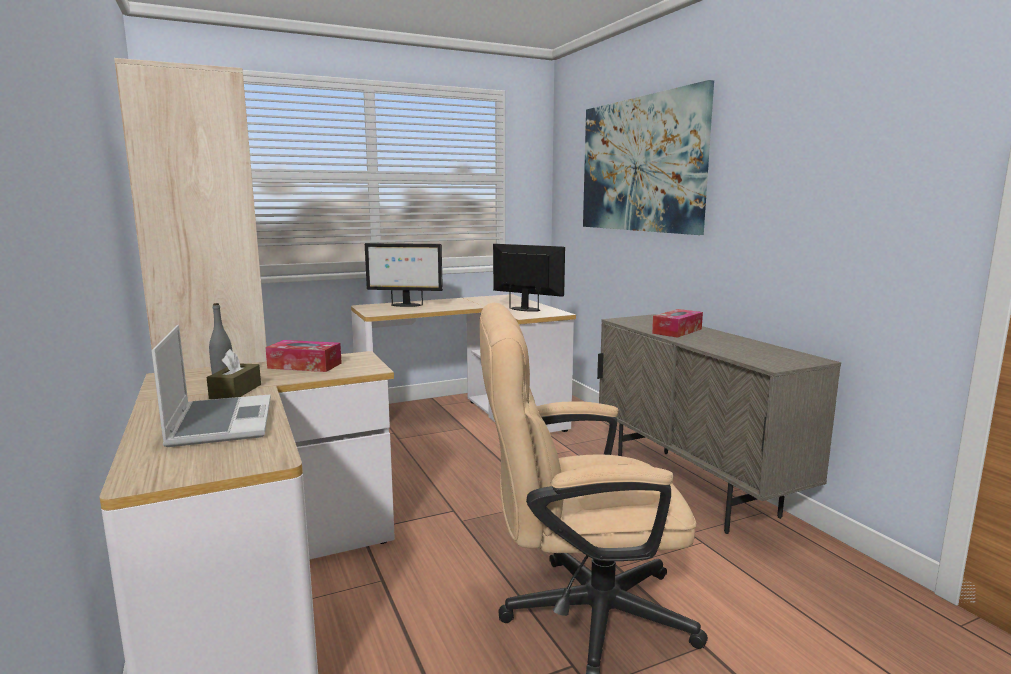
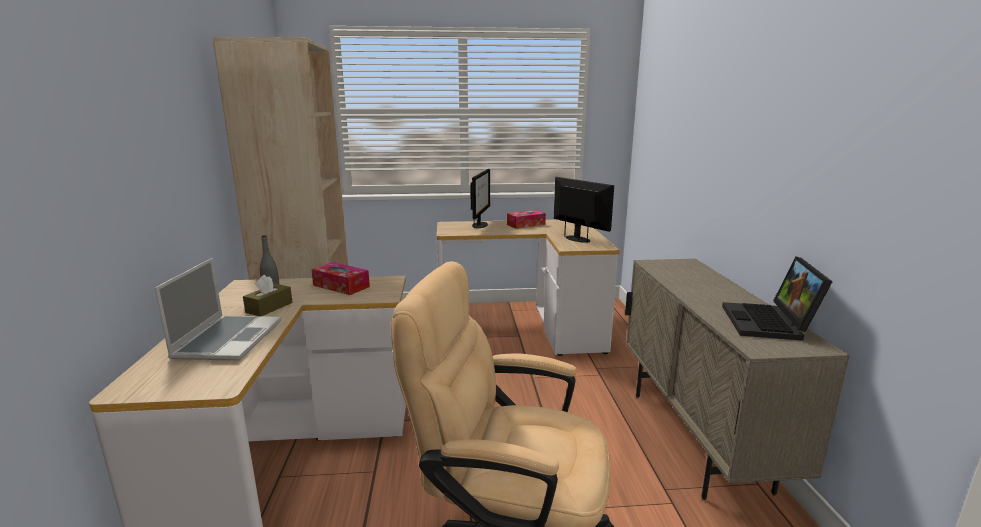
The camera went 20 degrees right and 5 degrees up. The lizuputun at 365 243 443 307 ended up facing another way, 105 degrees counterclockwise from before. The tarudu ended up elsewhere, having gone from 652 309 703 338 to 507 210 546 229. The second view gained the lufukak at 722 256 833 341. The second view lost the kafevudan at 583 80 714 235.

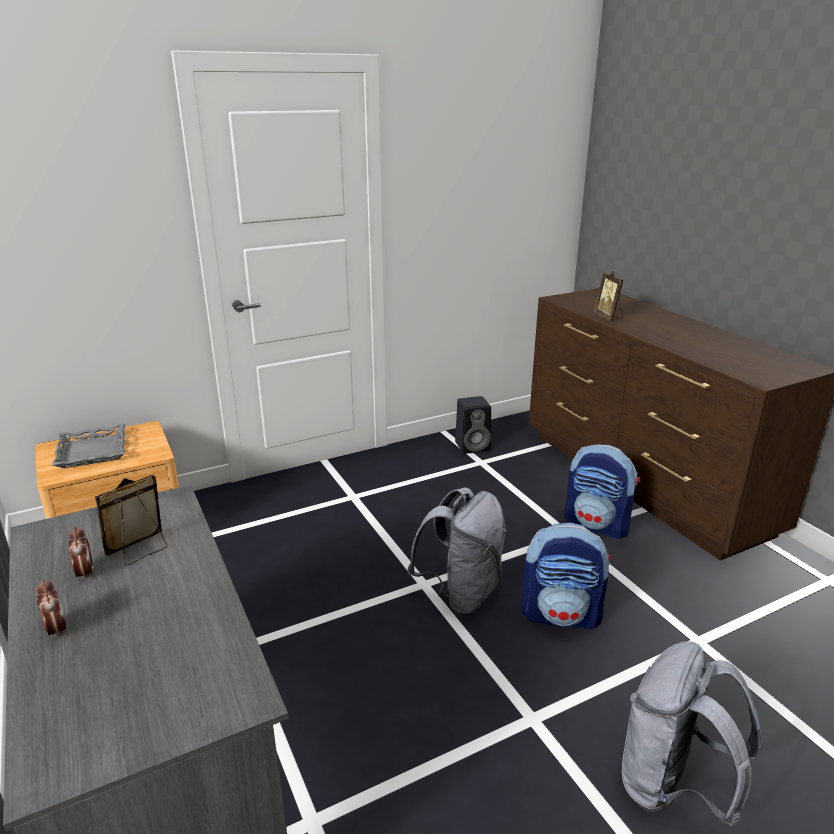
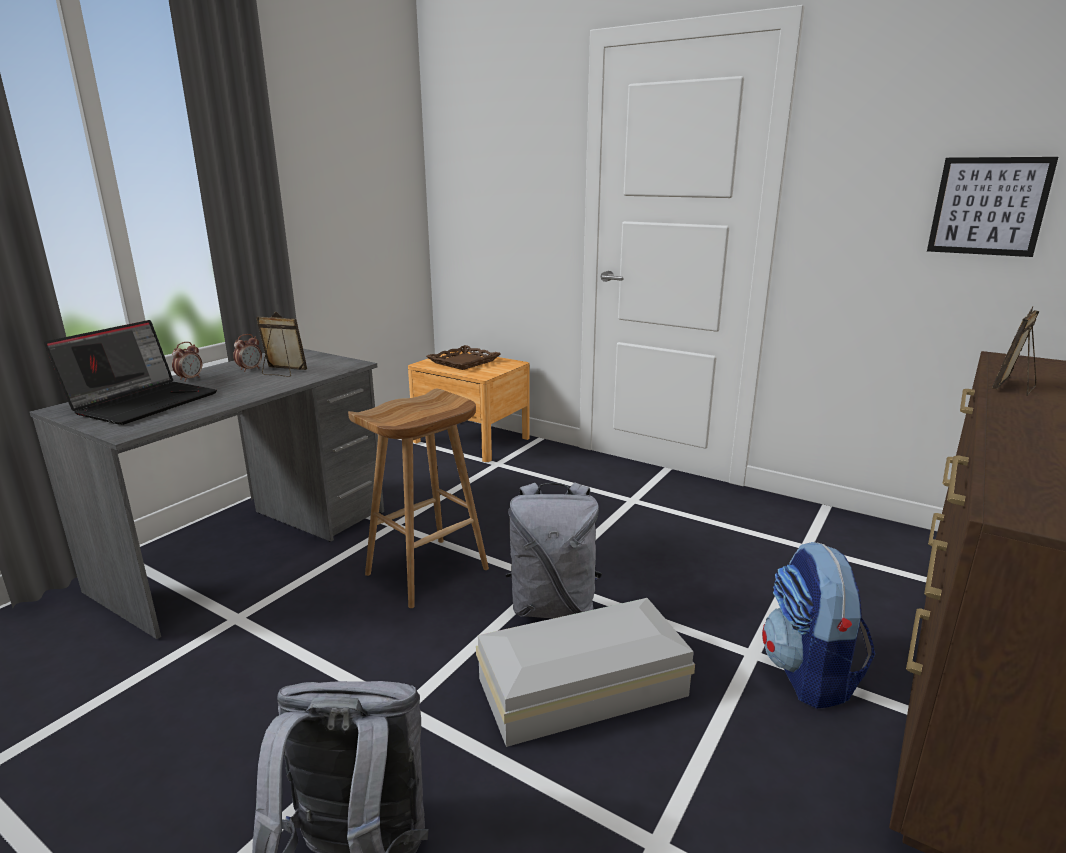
The camera went 60 degrees right and 5 degrees down. The second view gained the lufukak at 44 320 217 425. The second view gained the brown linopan at 348 389 489 608. What was the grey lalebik at 52 424 125 468 turned into the brown lalebik at 426 345 501 370. Where the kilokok stood at 521 522 612 630, the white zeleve came to stand at 476 598 695 747. The second view gained the kafevudan at 927 157 1058 257. The second view lost the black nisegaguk at 455 396 491 454.

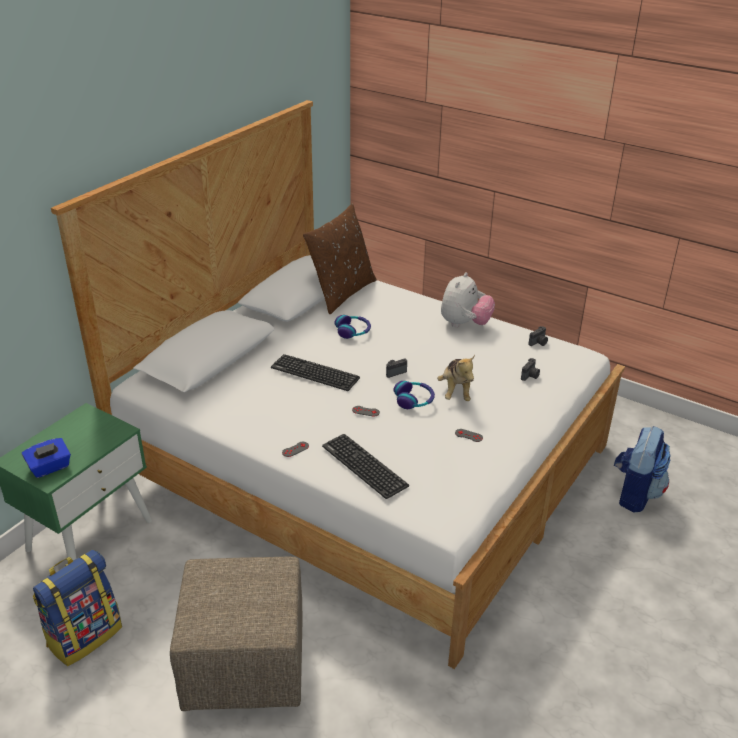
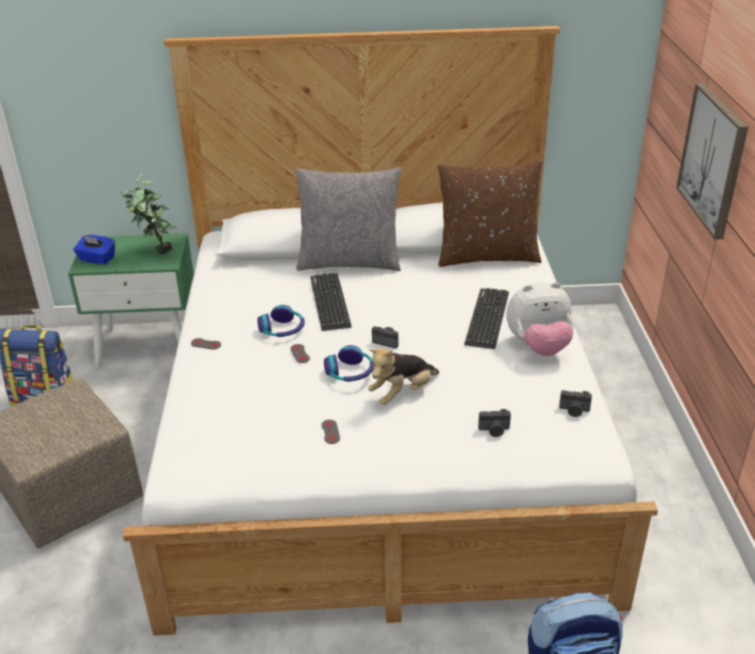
The camera went 55 degrees right and 0 degrees up. The second view gained the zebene at 121 173 177 255. The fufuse ended up elsewhere, having gone from 334 315 371 339 to 257 305 305 337. The second view gained the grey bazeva at 295 167 401 271. The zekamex ended up elsewhere, having gone from 322 434 409 499 to 464 288 509 349. The second view gained the kafevudan at 676 83 748 240.

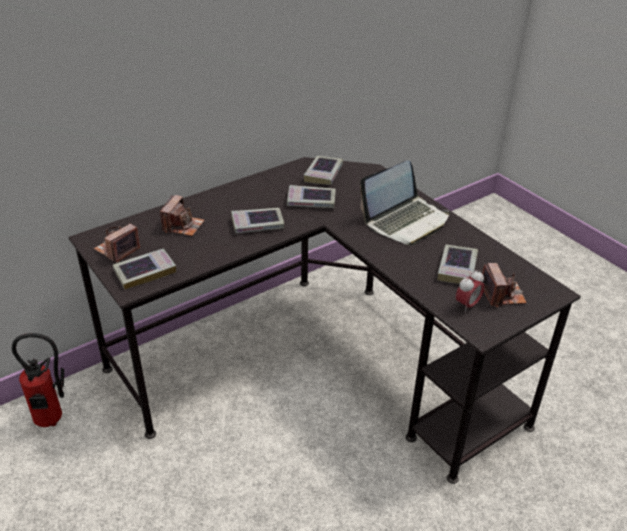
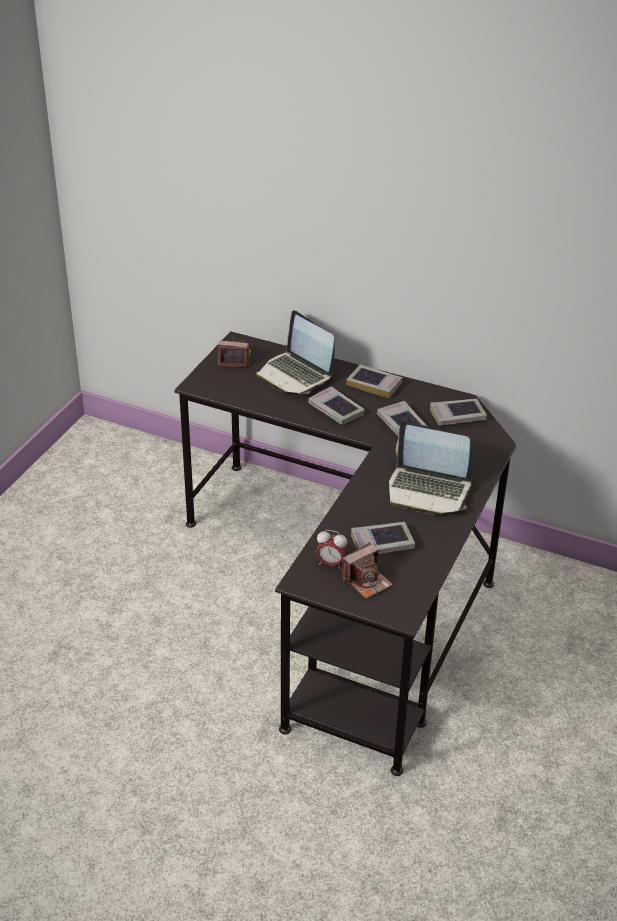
The camera went 60 degrees right and 0 degrees up. Where the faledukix stood at 160 195 205 236, the lufukak came to stand at 256 310 335 394. The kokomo ended up elsewhere, having gone from 113 249 176 290 to 346 364 403 398. The second view lost the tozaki at 12 333 64 427.

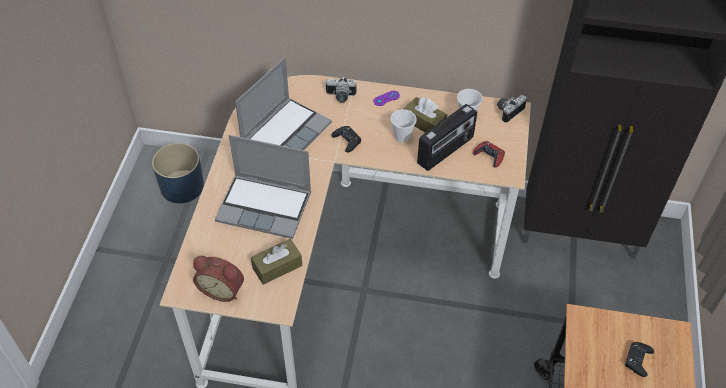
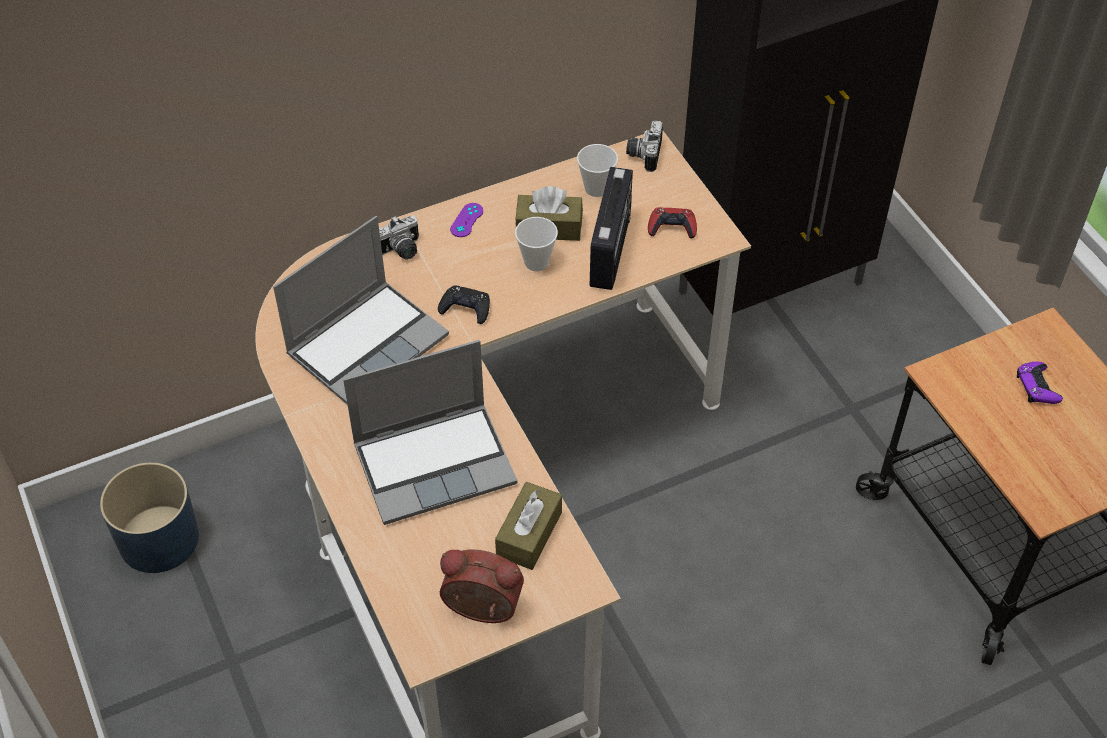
The camera went 35 degrees left and 0 degrees up. The lufukak at 235 57 332 150 ended up facing another way, 45 degrees clockwise from before. The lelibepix at 193 256 244 302 ended up facing another way, 150 degrees counterclockwise from before. What was the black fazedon at 625 342 654 377 turned into the purple fazedon at 1017 362 1063 404.

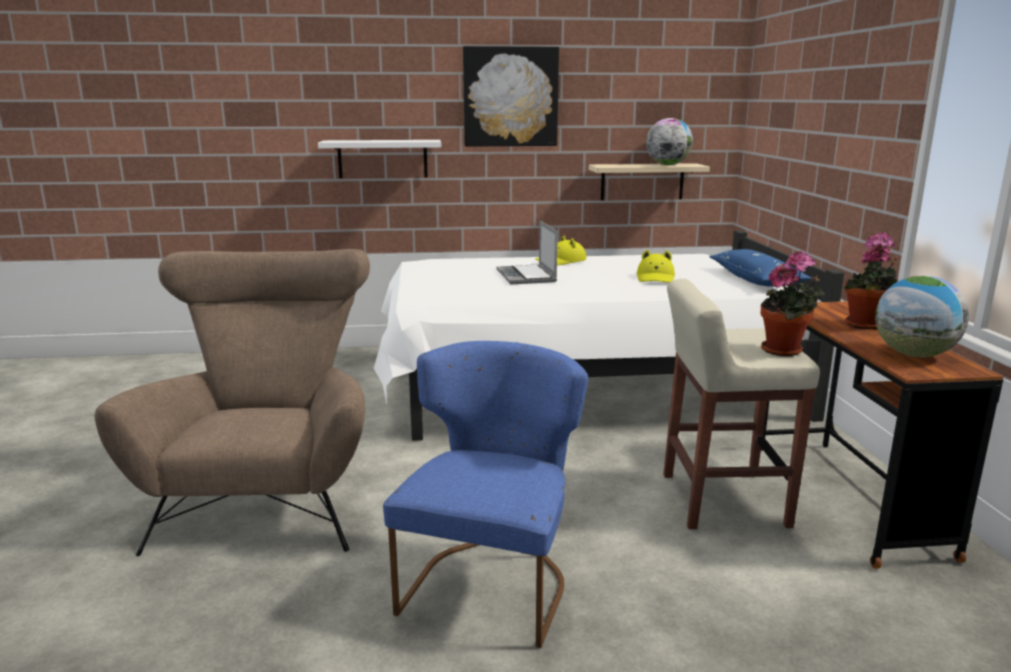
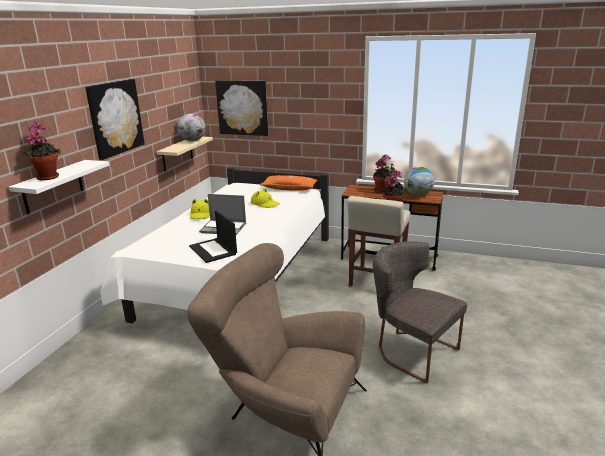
The camera went 65 degrees left and 5 degrees up. The second view gained the zebene at 23 122 61 180. The second view gained the lufukak at 189 210 237 263. The second view gained the kafevudan at 215 80 268 136. What was the blue bazeva at 709 249 812 287 turned into the orange bazeva at 260 175 318 191. What was the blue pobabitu at 383 341 588 648 turned into the grey pobabitu at 373 241 467 383.

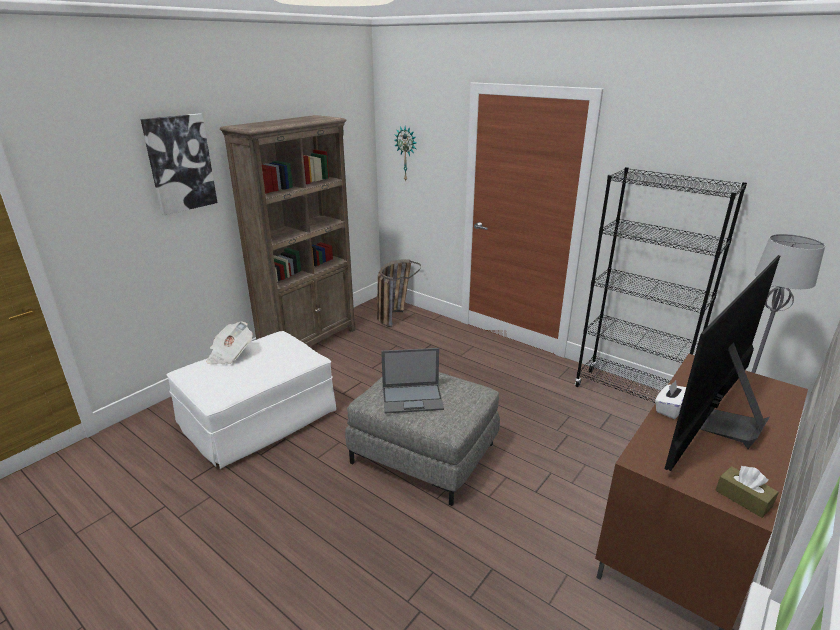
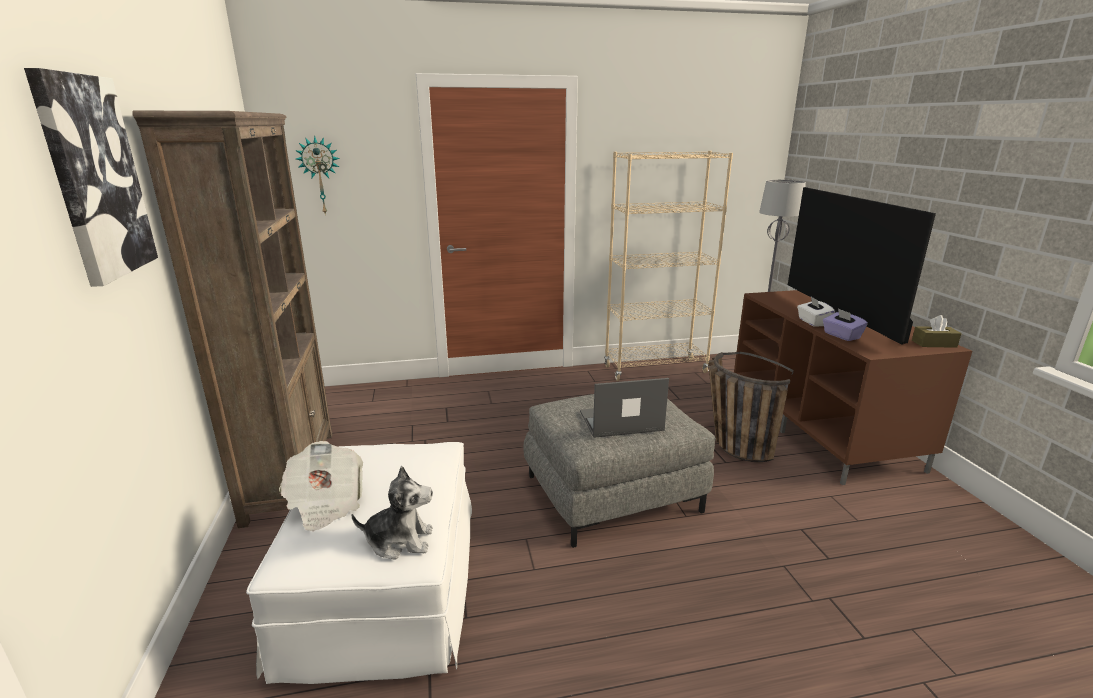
The camera went 50 degrees left and 5 degrees down. The second view gained the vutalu at 351 466 433 559. The lufukak at 381 348 444 413 ended up facing another way, 135 degrees counterclockwise from before. What was the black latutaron at 574 167 747 403 turned into the beige latutaron at 604 151 733 381. The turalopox ended up elsewhere, having gone from 377 259 421 327 to 708 352 794 462. The second view gained the purple tarudu at 823 308 868 341.

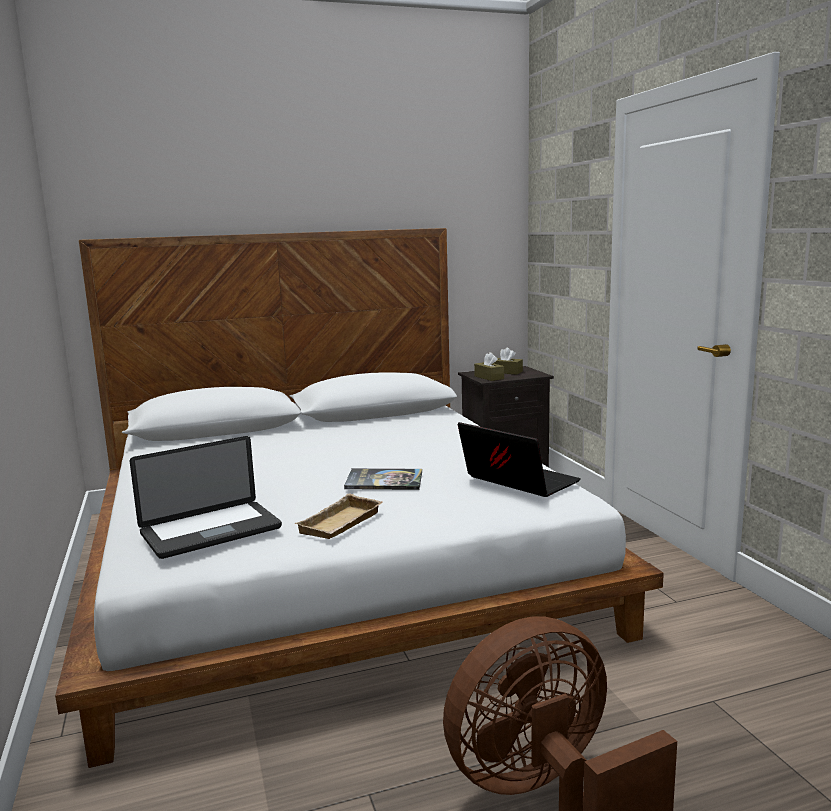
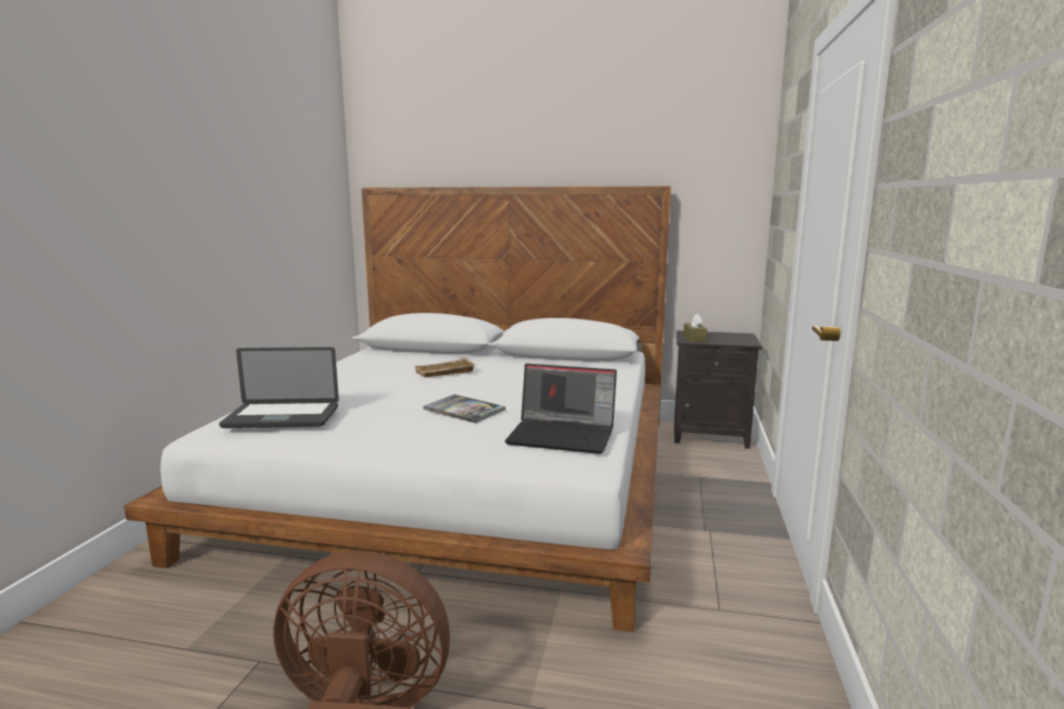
The camera went 30 degrees right and 0 degrees up. The beige lalebik ended up elsewhere, having gone from 295 493 383 539 to 414 358 475 377. The lufukak at 458 422 581 497 ended up facing another way, 120 degrees clockwise from before. The second view lost the brown tarudu at 494 348 523 375.

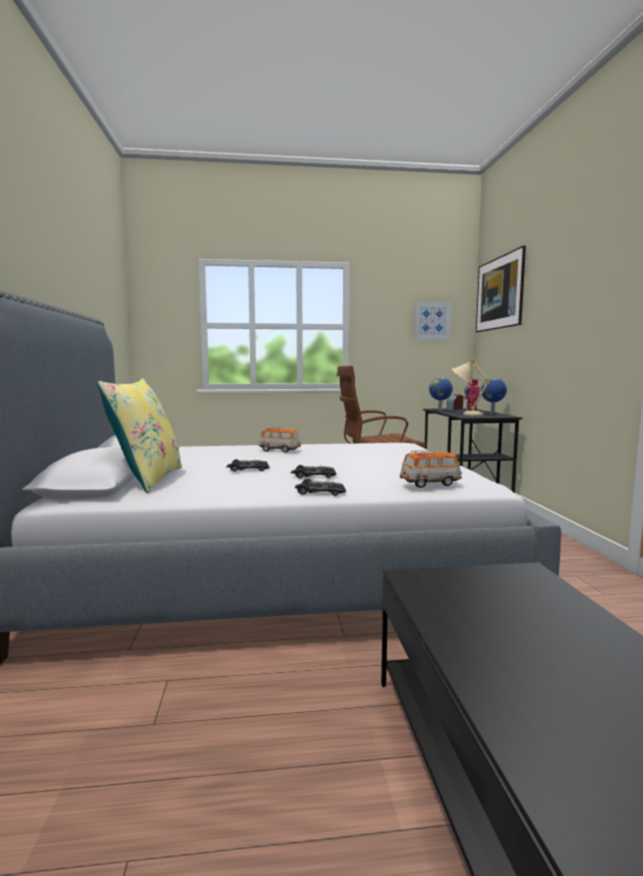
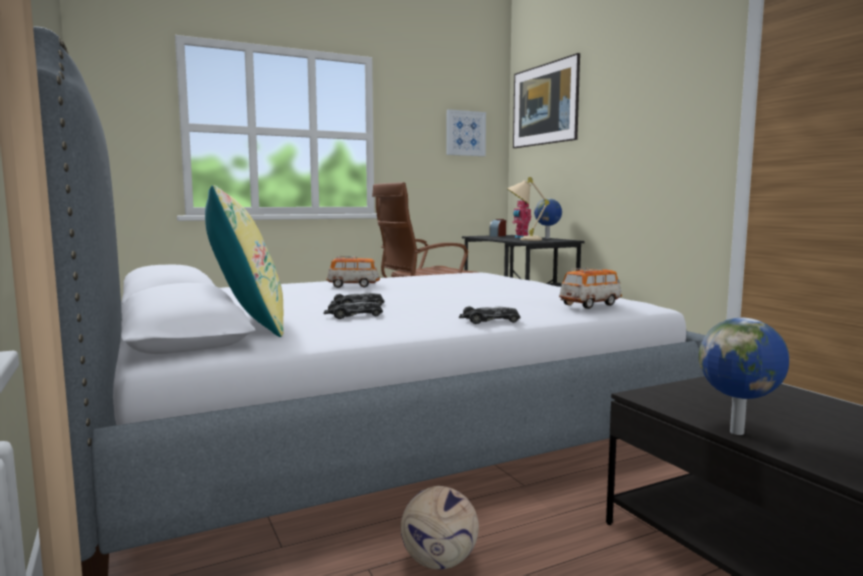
The camera went 20 degrees left and 0 degrees up. The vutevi ended up elsewhere, having gone from 291 465 337 478 to 323 302 383 319. The second view gained the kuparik at 401 486 479 570. The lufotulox ended up elsewhere, having gone from 429 377 453 411 to 699 318 789 435.

